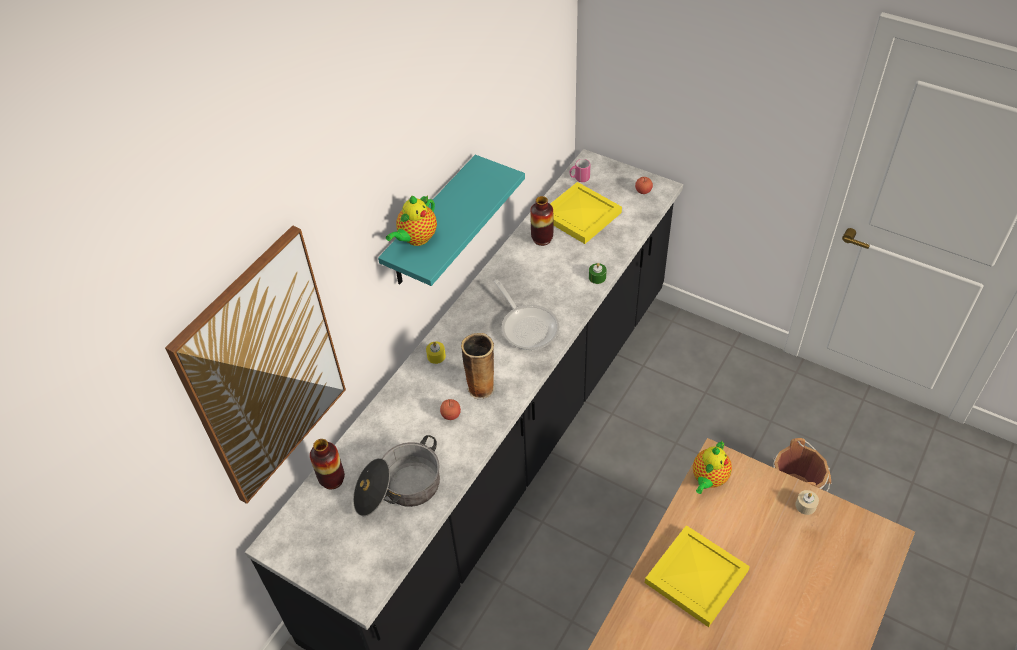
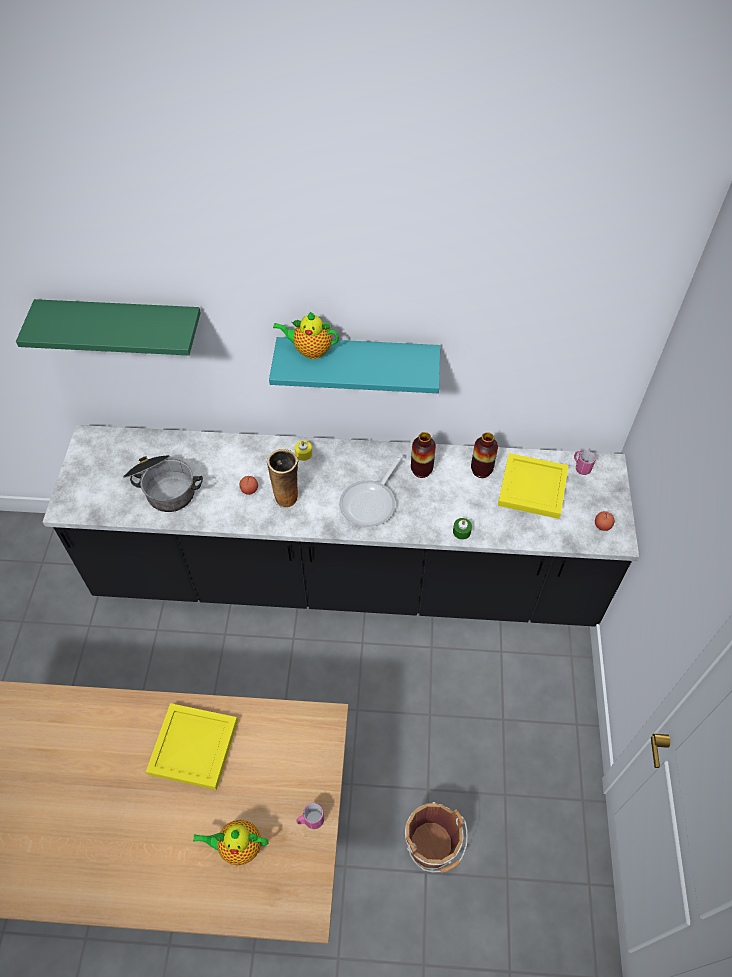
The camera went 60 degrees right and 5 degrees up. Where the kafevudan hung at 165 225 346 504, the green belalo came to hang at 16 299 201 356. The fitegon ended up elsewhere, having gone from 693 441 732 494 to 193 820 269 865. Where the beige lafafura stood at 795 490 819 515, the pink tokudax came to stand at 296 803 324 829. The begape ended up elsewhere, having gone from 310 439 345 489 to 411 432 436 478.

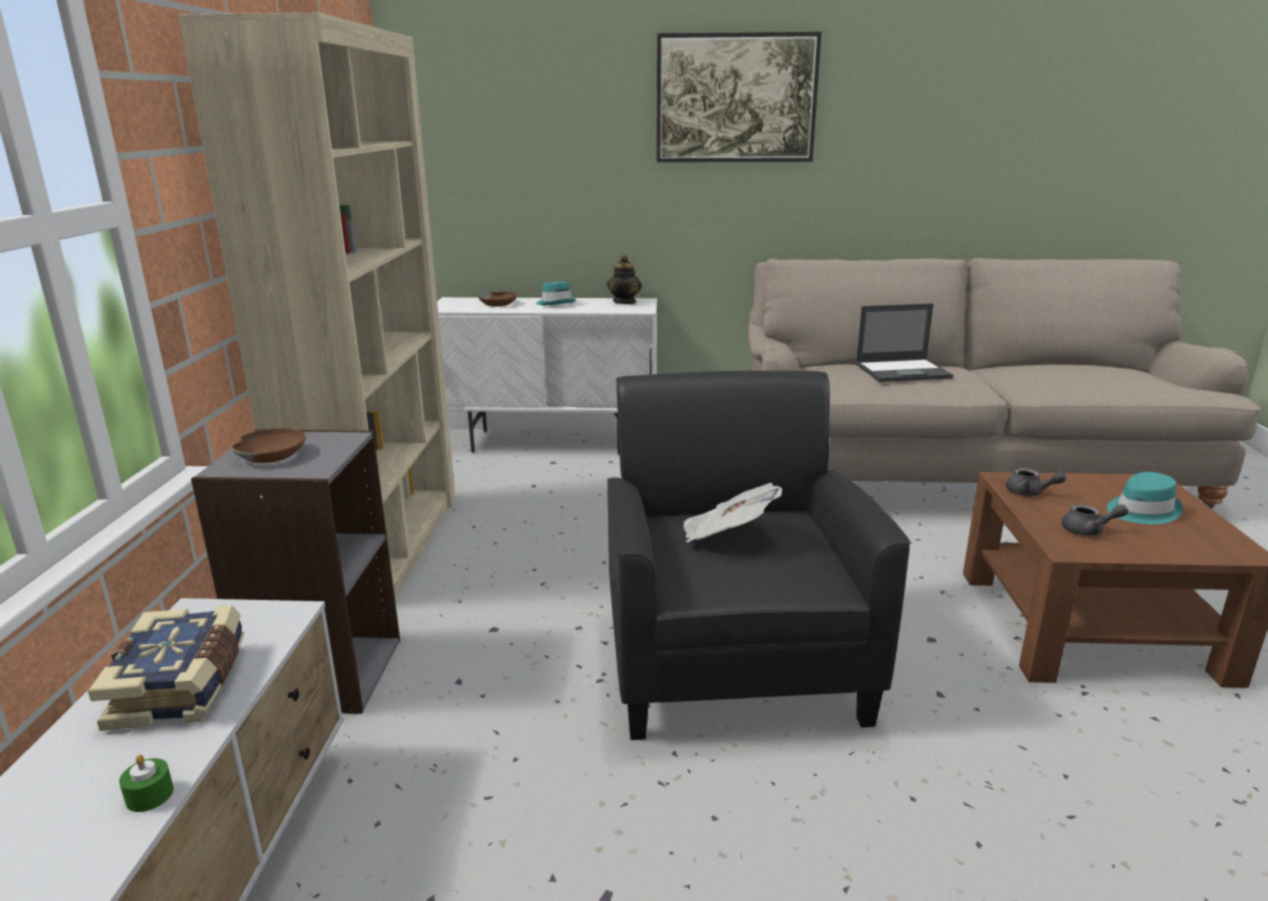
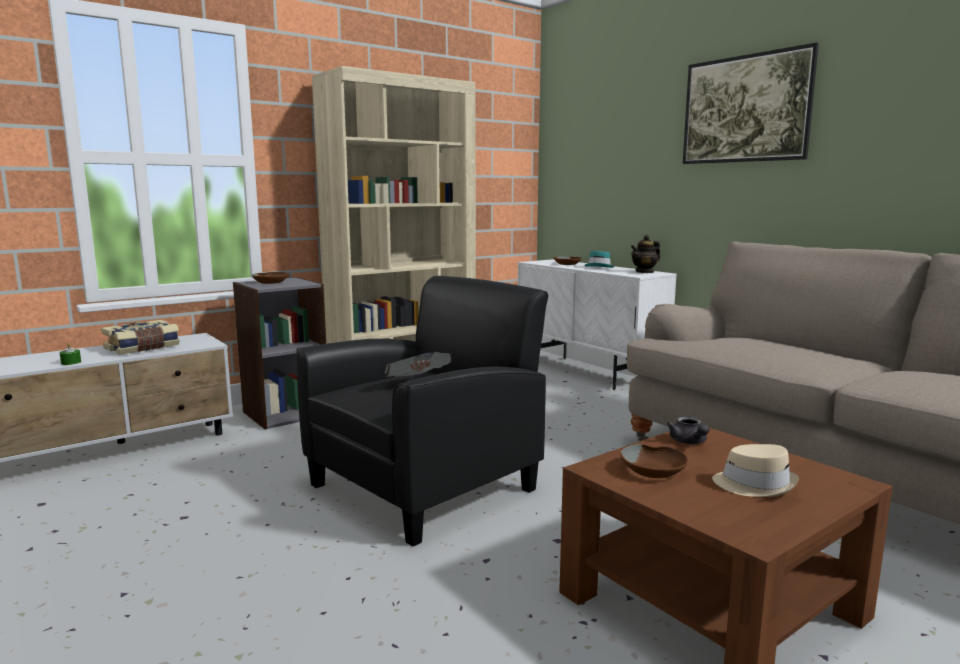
The camera went 50 degrees right and 10 degrees down. Where the grey fitegon stood at 1062 504 1128 536, the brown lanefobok came to stand at 620 444 688 478. What was the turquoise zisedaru at 1107 472 1183 524 turned into the beige zisedaru at 712 444 799 497. The second view lost the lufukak at 856 304 953 382.

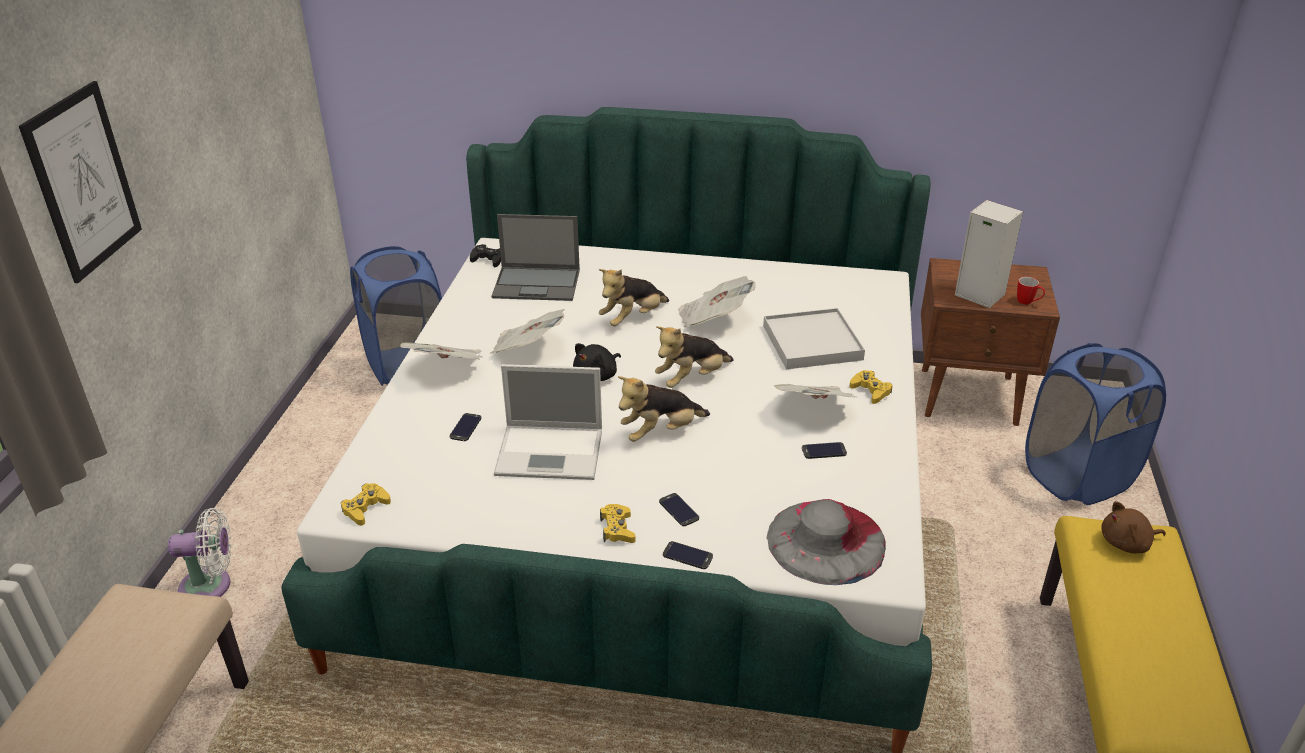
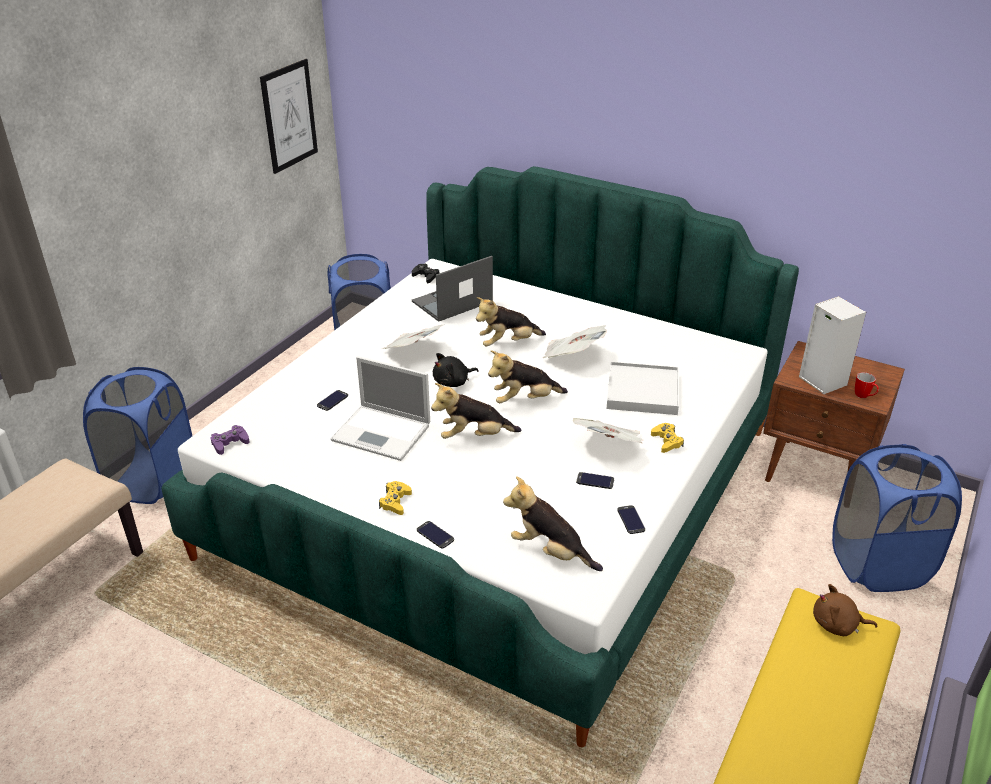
The camera went 20 degrees right and 0 degrees up. Where the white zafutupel stood at 168 508 231 597, the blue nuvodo came to stand at 83 367 192 504. What was the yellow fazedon at 341 483 391 525 turned into the purple fazedon at 211 425 250 455. The kafevudan ended up elsewhere, having gone from 19 81 142 283 to 260 59 318 174. The lufukak at 492 214 580 301 ended up facing another way, 120 degrees clockwise from before. Where the grey zisedaru stood at 766 499 886 585, the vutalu came to stand at 503 476 603 571. The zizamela ended up elsewhere, having gone from 659 493 699 526 to 617 505 645 534. The second view lost the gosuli at 400 343 482 360.

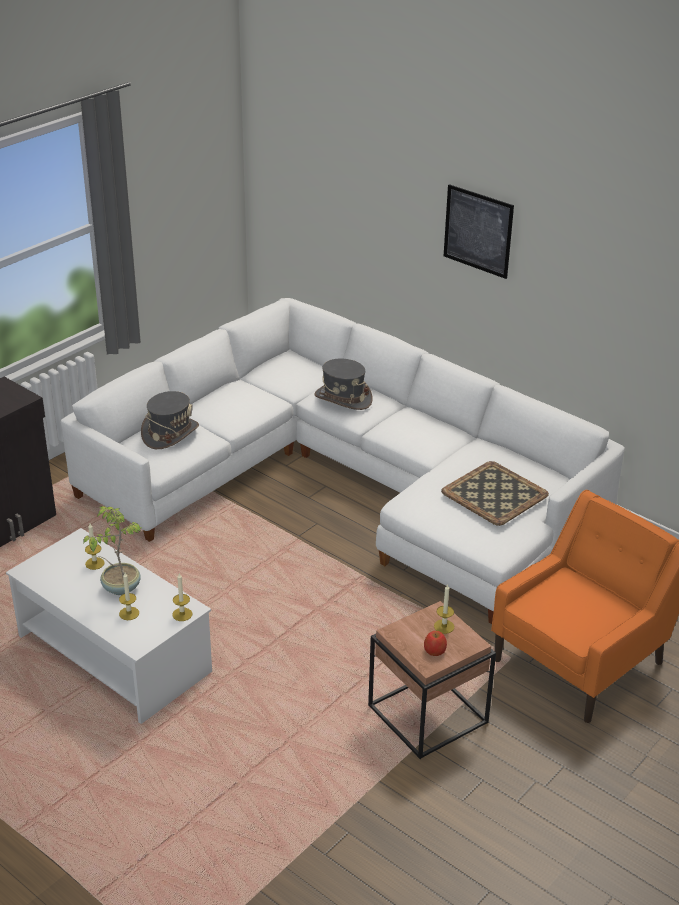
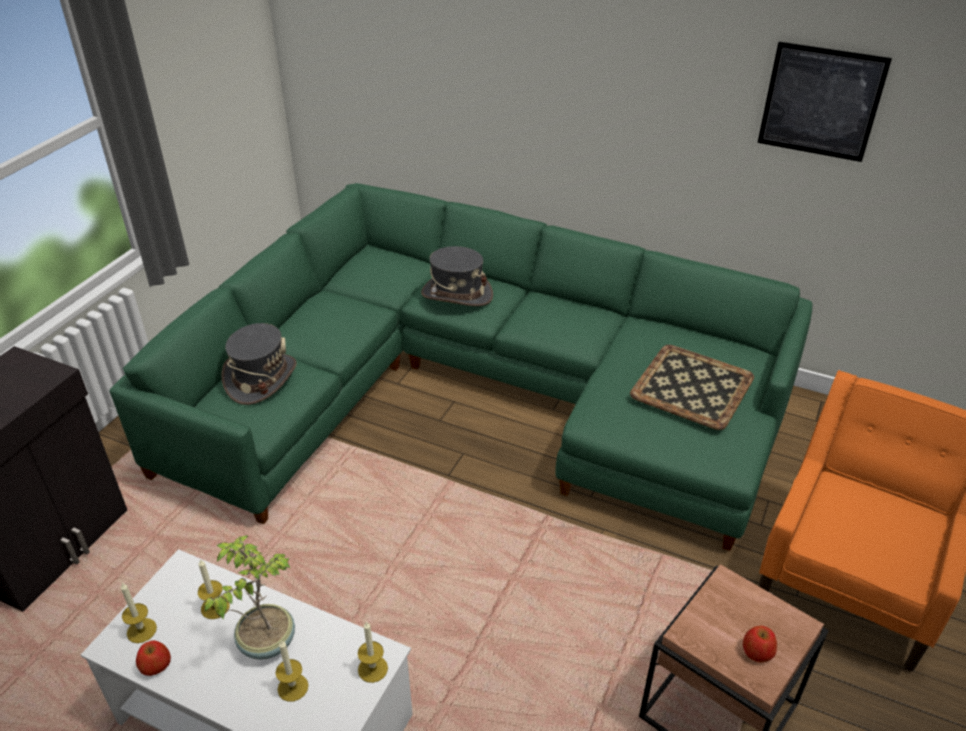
The camera went 15 degrees left and 5 degrees up. What was the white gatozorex at 60 298 625 624 turned into the green gatozorex at 109 183 812 551. The lafafura ended up elsewhere, having gone from 434 584 454 634 to 121 583 157 643. The second view gained the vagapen at 136 640 171 676. The kafevudan ended up elsewhere, having gone from 444 184 514 279 to 757 42 892 162.

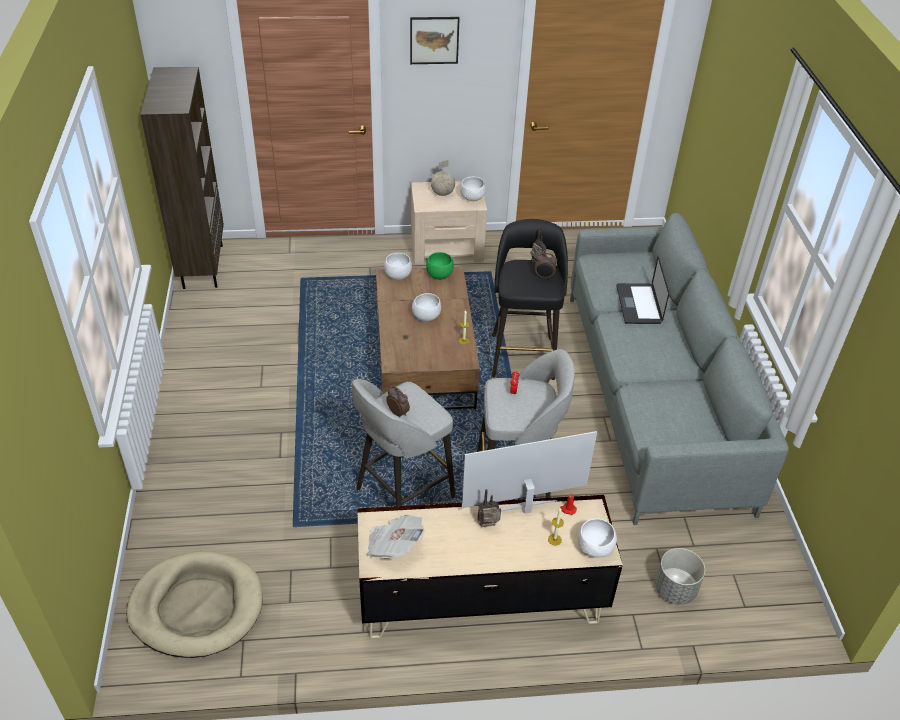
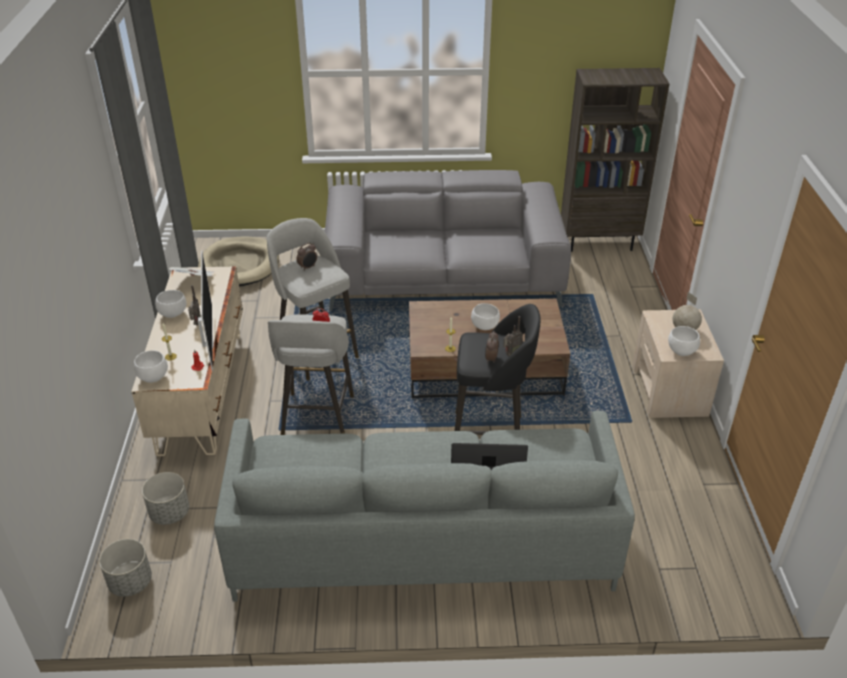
The camera went 95 degrees right and 5 degrees down. The second view gained the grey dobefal at 99 539 152 597. The white lanefobok ended up elsewhere, having gone from 384 253 412 280 to 155 290 186 318. The second view gained the grey gatozorex at 325 170 571 312. The second view lost the kafevudan at 410 17 460 64. The second view lost the green lanefobok at 426 252 454 280.

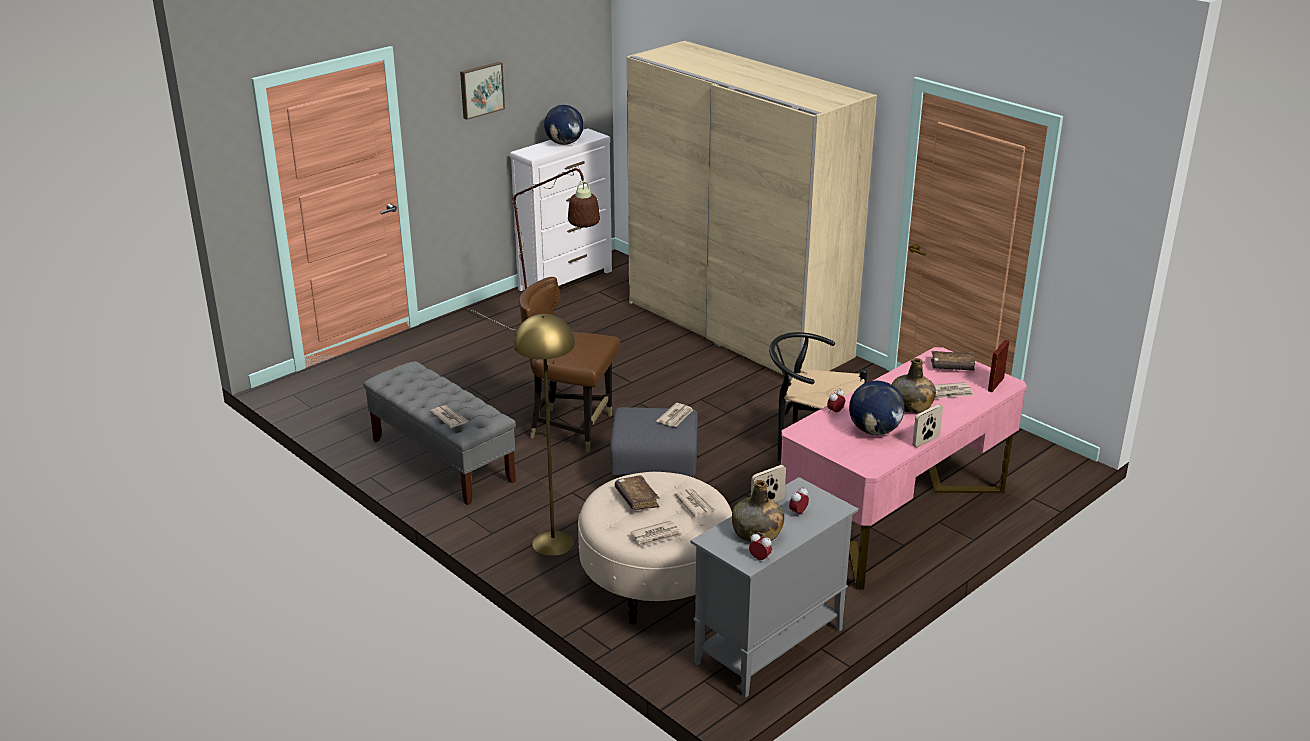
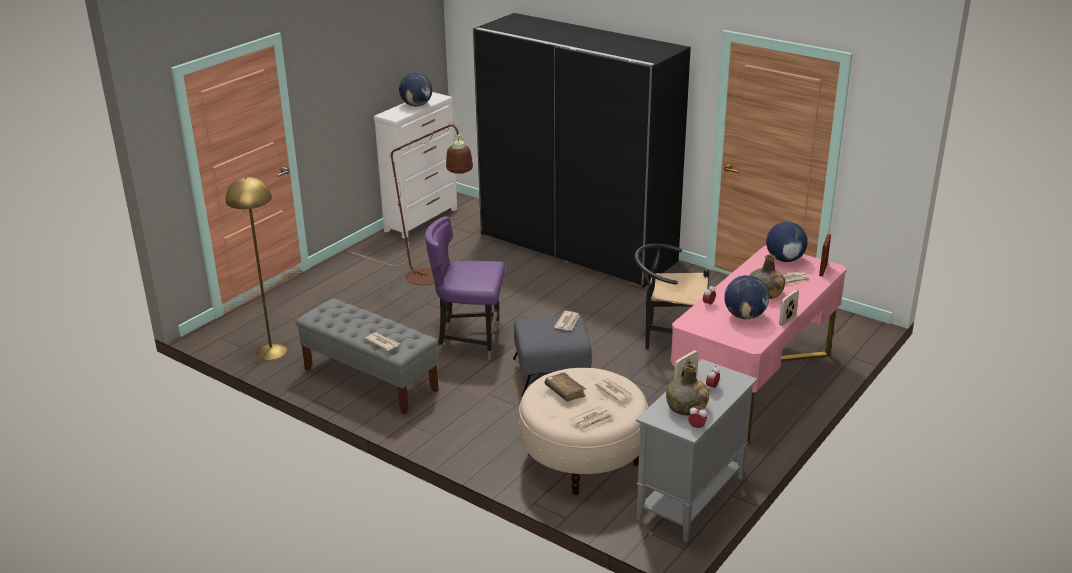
The camera went 10 degrees left and 0 degrees up. The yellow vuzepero ended up elsewhere, having gone from 513 314 575 556 to 226 177 287 360. What was the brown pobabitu at 519 277 620 452 turned into the purple pobabitu at 425 216 505 360. What was the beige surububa at 627 41 877 381 turned into the black surububa at 473 13 691 288. Where the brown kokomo stood at 931 351 975 371, the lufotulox came to stand at 766 222 808 262. The second view lost the kafevudan at 460 62 505 120.

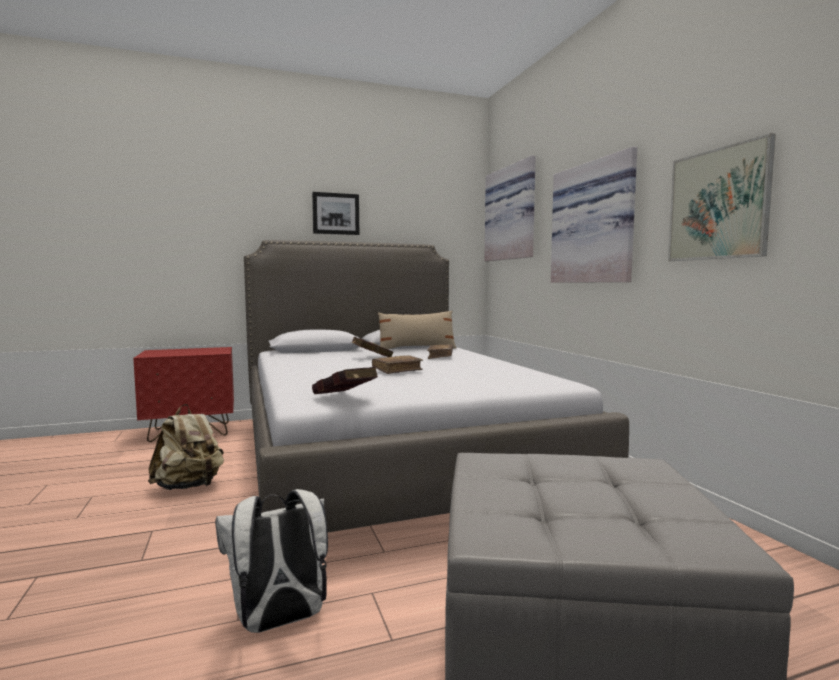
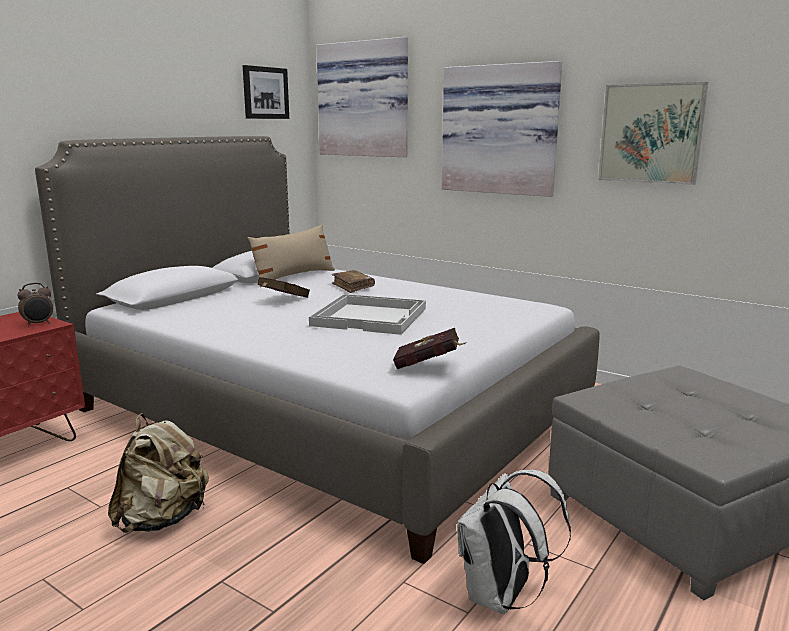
The camera went 35 degrees left and 10 degrees up. The second view gained the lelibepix at 17 283 53 326. The kafevudan ended up elsewhere, having gone from 312 192 360 235 to 243 65 289 119. Where the brown kokomo stood at 372 355 423 374, the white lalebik came to stand at 309 294 426 335.

